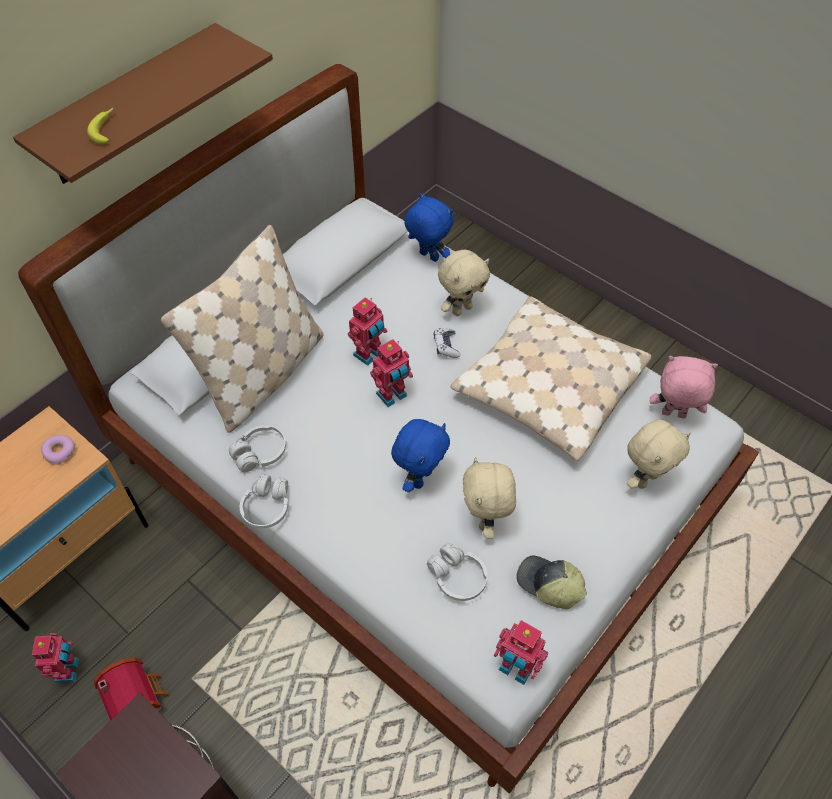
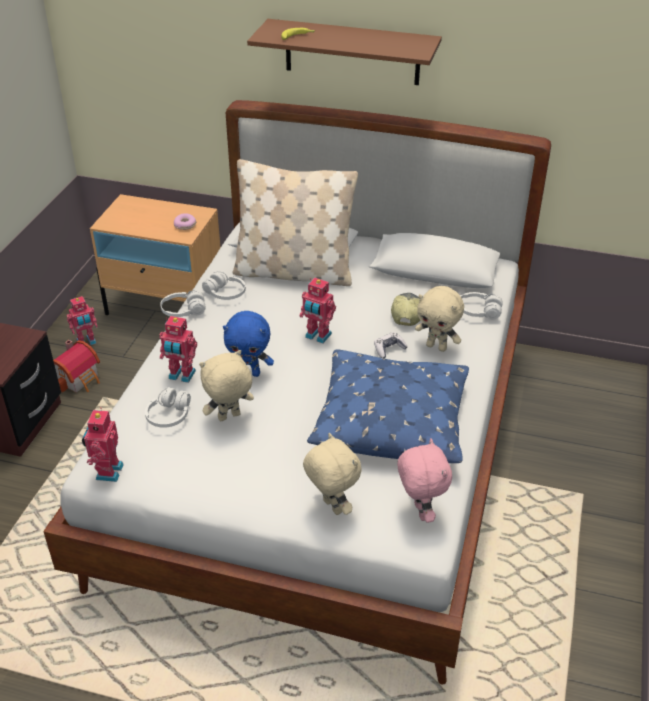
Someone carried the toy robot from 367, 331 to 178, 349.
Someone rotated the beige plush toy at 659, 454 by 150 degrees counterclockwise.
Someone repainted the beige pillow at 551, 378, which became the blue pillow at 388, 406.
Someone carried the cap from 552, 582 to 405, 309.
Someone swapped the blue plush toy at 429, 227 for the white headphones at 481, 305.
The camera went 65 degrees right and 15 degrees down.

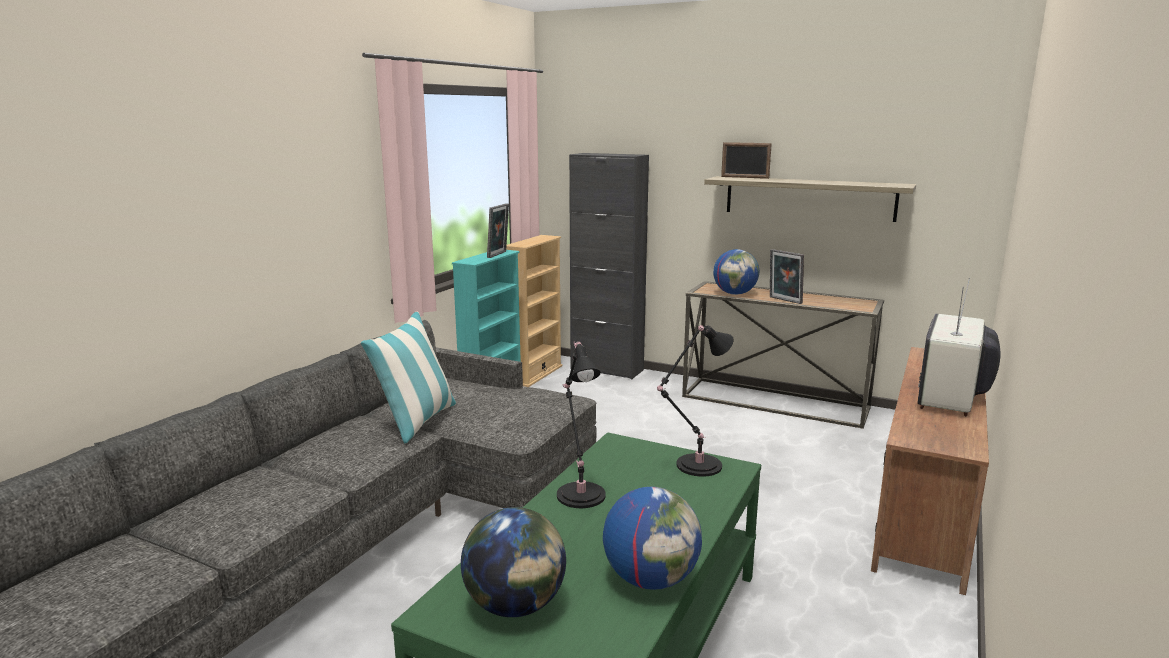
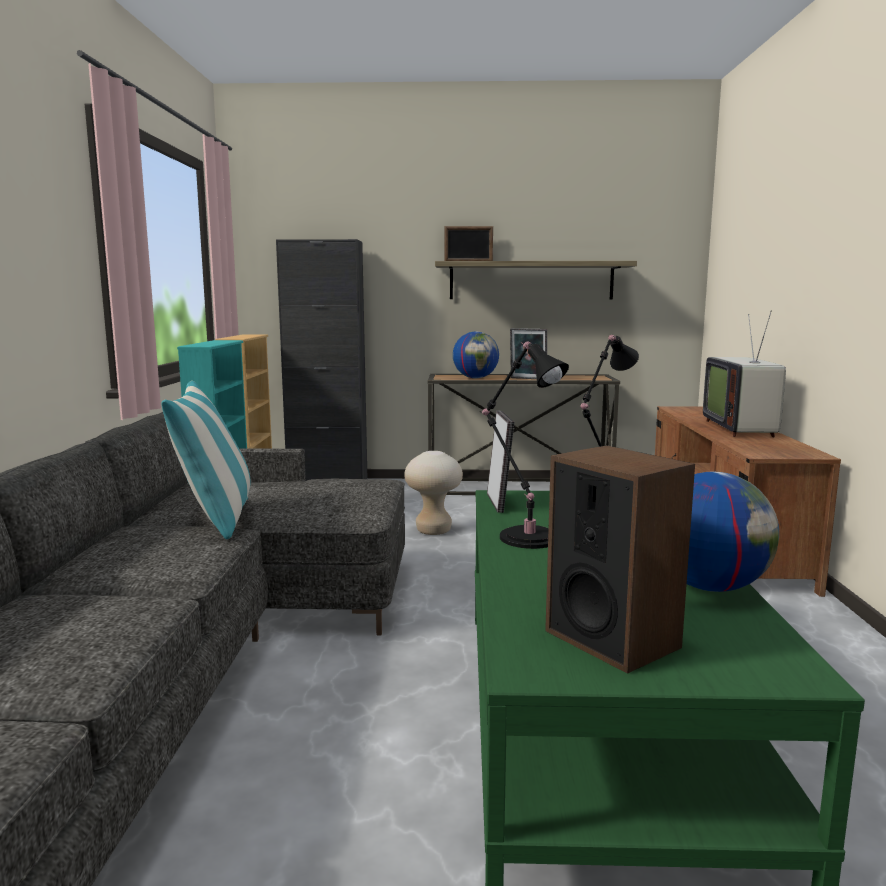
Someone put down the beige stool at 433, 493.
Someone carried the picture frame from 498, 230 to 500, 461.
Someone swapped the globe at 513, 562 for the speaker at 620, 559.
The camera went 25 degrees left and 5 degrees down.

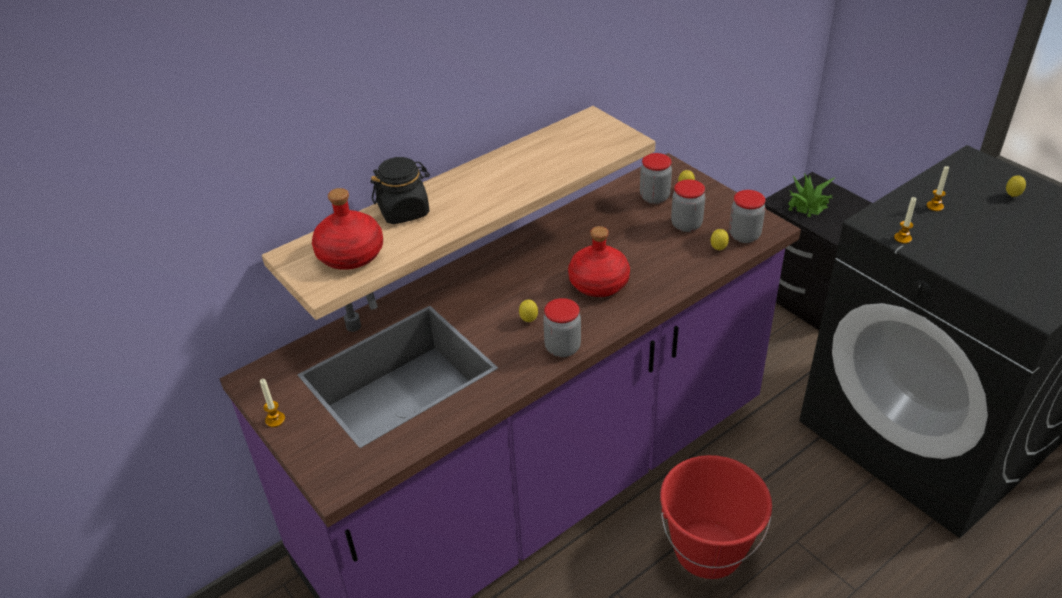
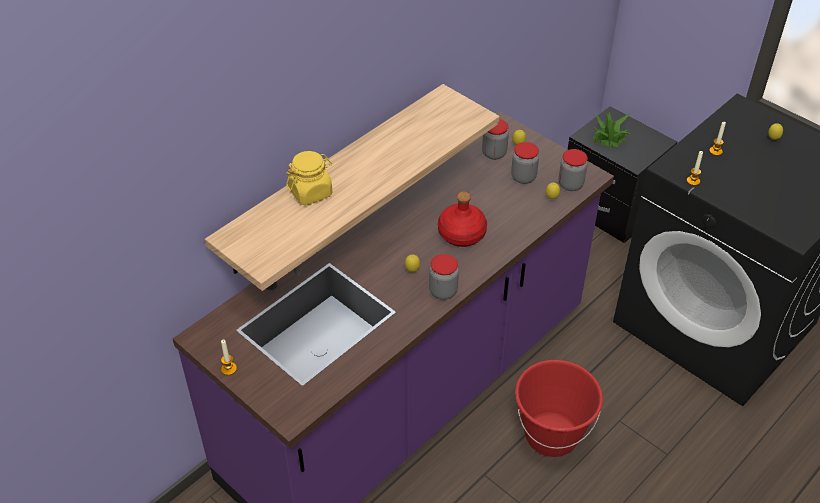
Someone repainted the black jar at 400, 190, which became the yellow jar at 309, 178.
Someone took away the red bottle at 347, 229.
The camera went 10 degrees left and 5 degrees up.

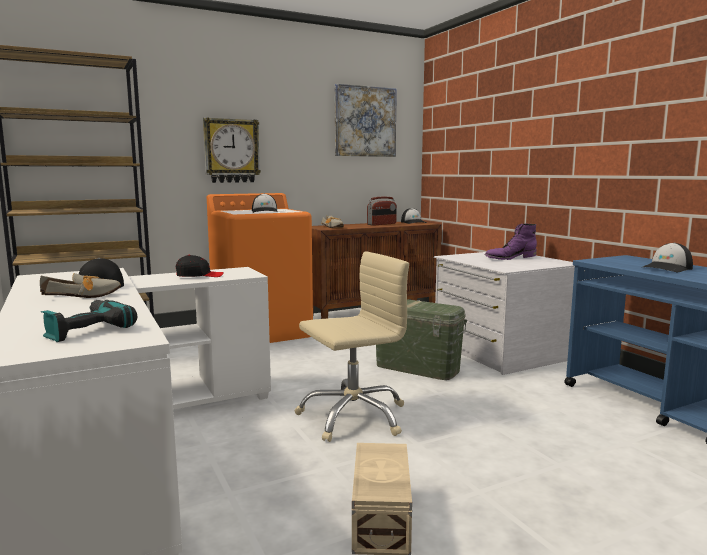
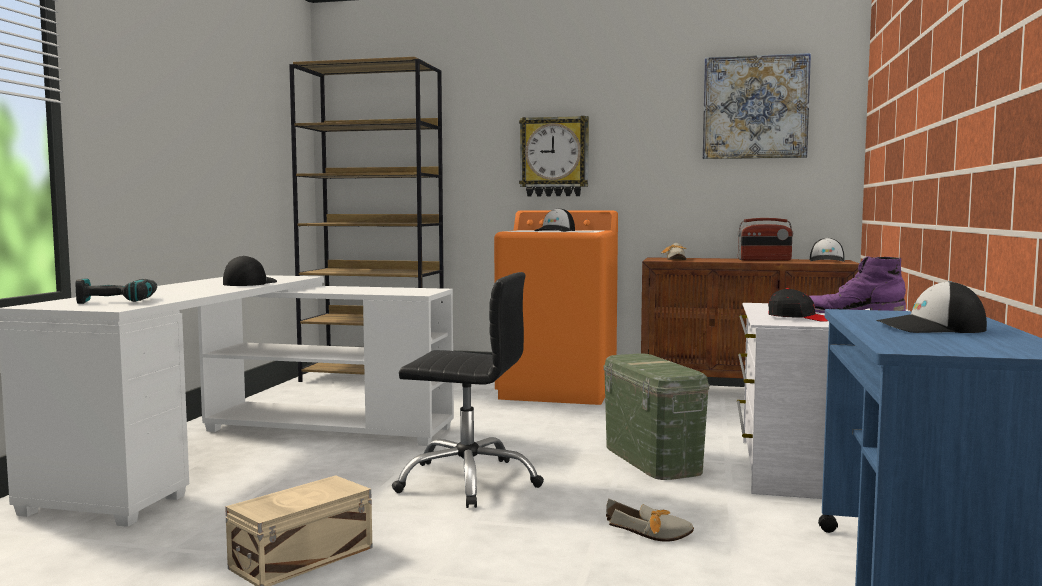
Someone repainted the beige office chair at 352, 347, which became the black office chair at 468, 390.
Someone carried the shoe from 80, 285 to 650, 520.
Someone carried the black cap from 200, 266 to 798, 305.
The camera went 40 degrees right and 5 degrees down.

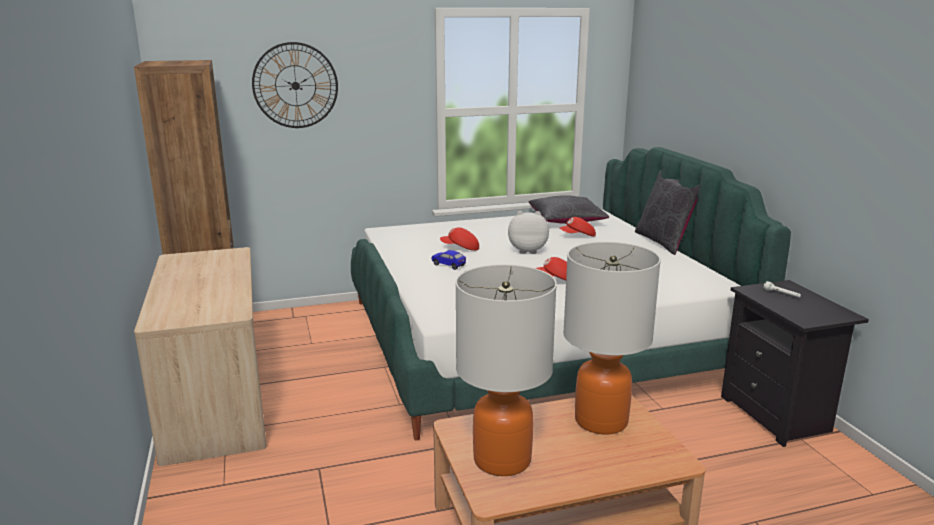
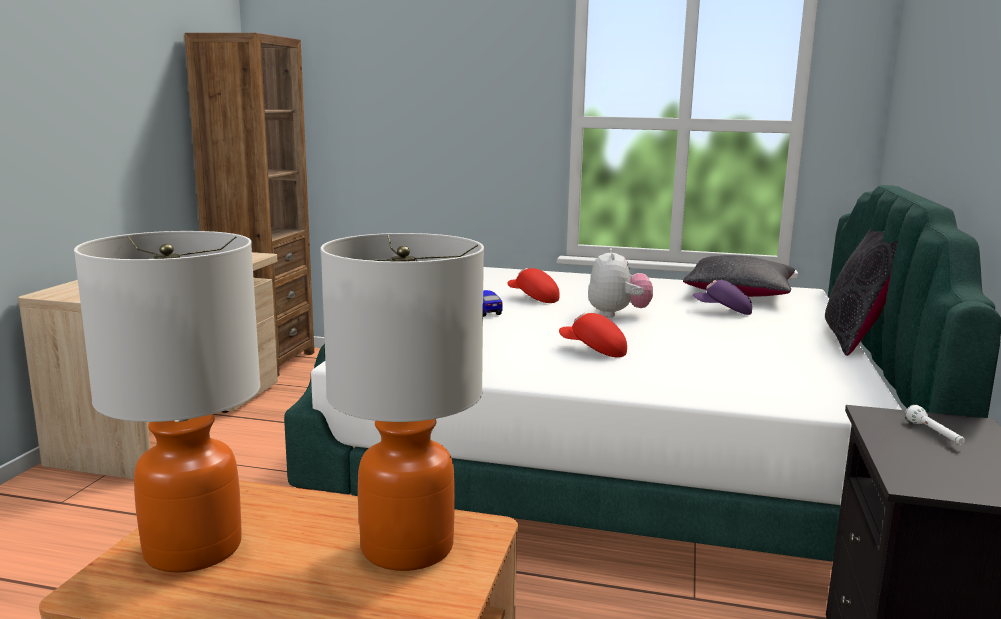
Someone rotated the plush toy at 528, 232 by 60 degrees clockwise.
Someone repainted the red cap at 578, 227, which became the purple cap at 722, 297.
Someone took away the wall clock at 295, 85.
The camera went 30 degrees right and 5 degrees down.

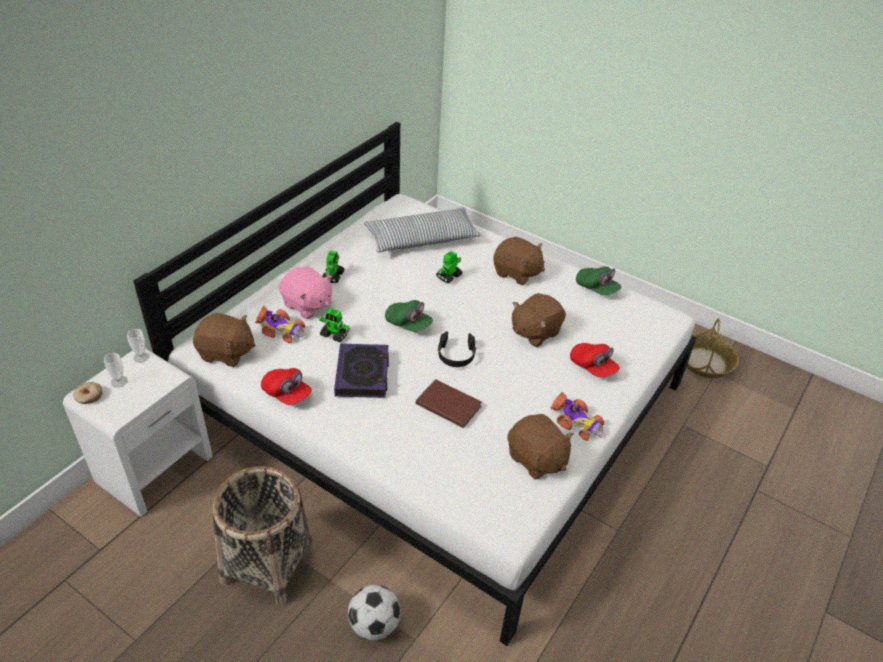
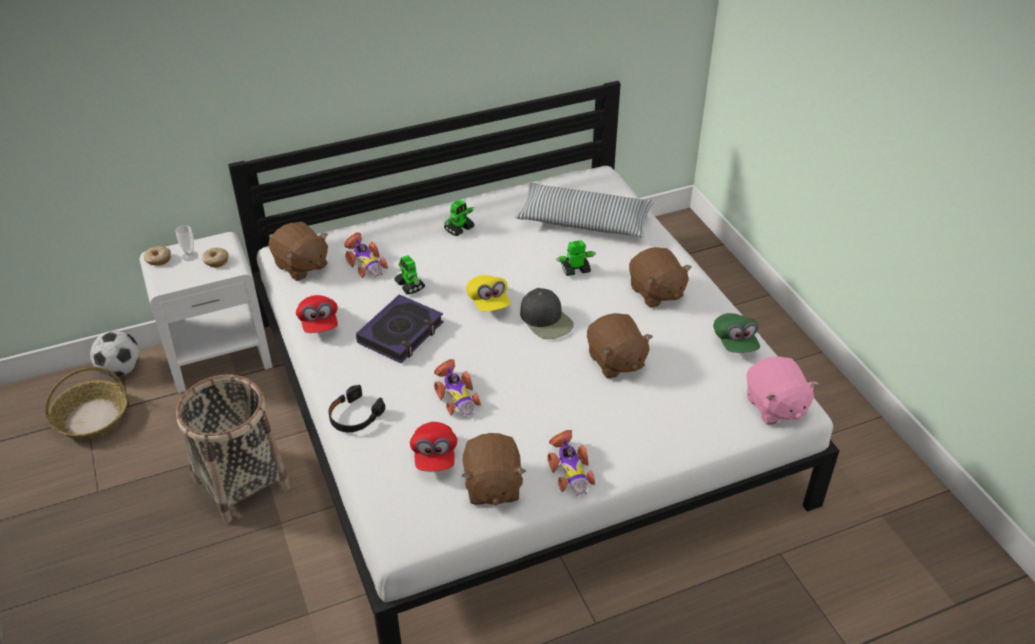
Someone carried the basket from 712, 348 to 86, 403.
Someone carried the football from 374, 613 to 115, 353.
Someone put down the donut at 215, 258.
Someone carried the black headphones from 457, 349 to 356, 408.
Someone carried the red cap from 595, 360 to 433, 447.
Someone swapped the brown book at 449, 403 for the toy car at 457, 388.
Someone repainted the green cap at 409, 316, which became the yellow cap at 488, 293.
Someone put down the black cap at 547, 313.
Someone rotated the brown plush toy at 539, 320 by 105 degrees counterclockwise.
Someone carried the pink plush toy from 305, 292 to 782, 390.
Someone took away the cup at 138, 346.
The camera went 35 degrees right and 0 degrees up.

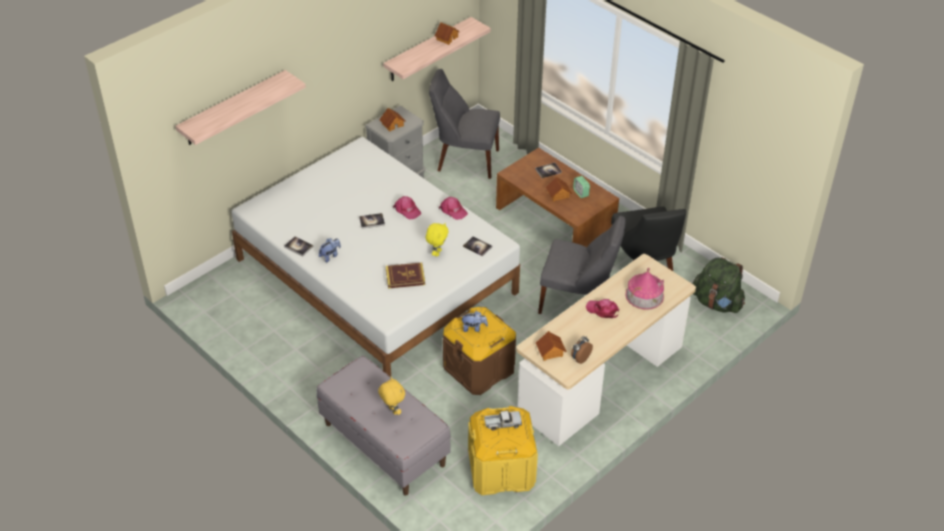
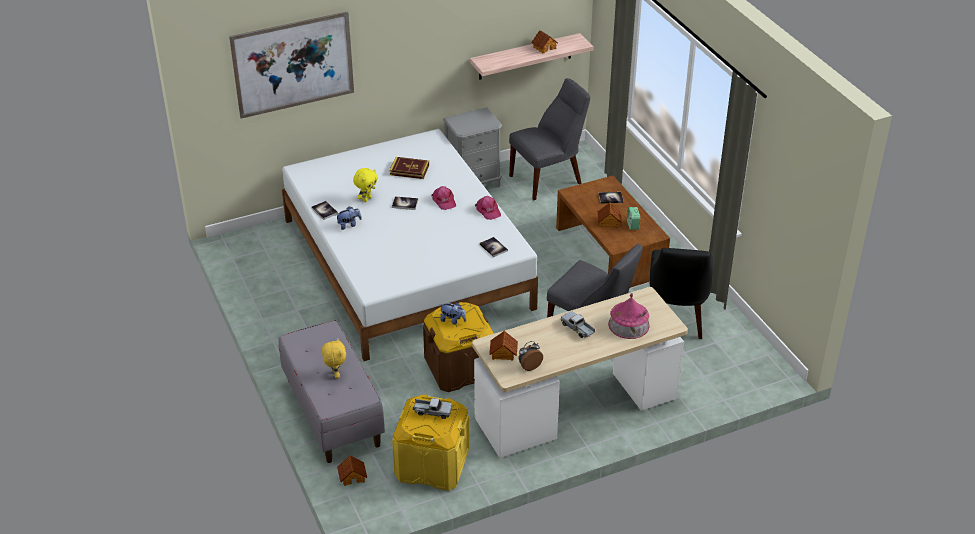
Someone swapped the shelf at 240, 107 for the picture at 291, 65.
Someone carried the toy house from 392, 119 to 352, 470.
Someone carried the yellow plush toy from 437, 239 to 365, 185.
Someone carried the book from 405, 276 to 409, 168.
Someone rotated the grey chair at 464, 124 by 120 degrees clockwise.
Someone swapped the pink cap at 602, 308 for the toy truck at 578, 324.
Someone took away the green backpack at 719, 285.
The camera went 20 degrees right and 5 degrees down.

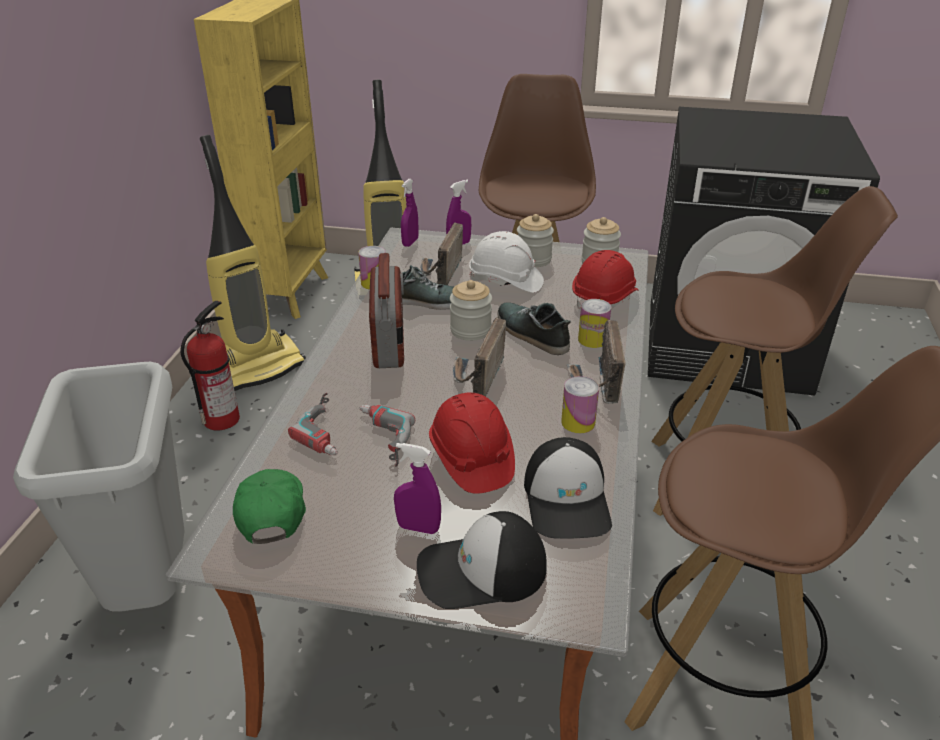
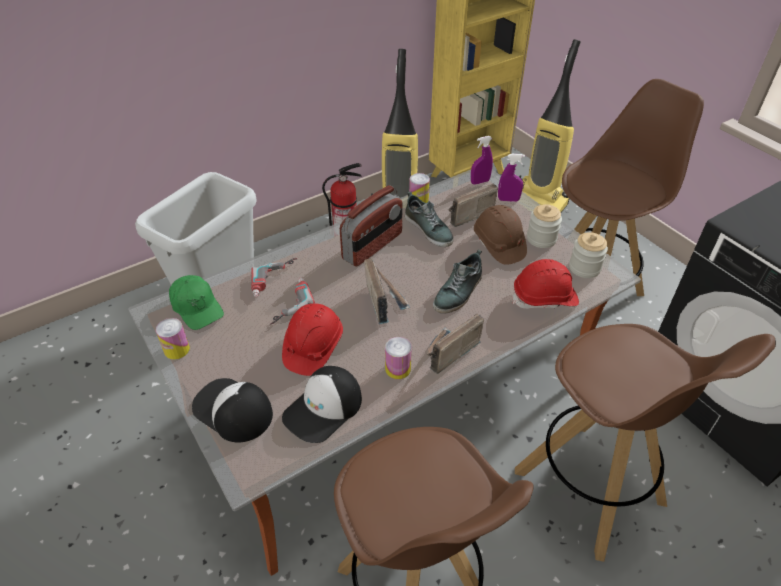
Someone carried the can from 594, 323 to 173, 339.
Someone rotated the green cap at 269, 506 by 105 degrees clockwise.
Someone rotated the radio at 479, 357 by 105 degrees clockwise.
Someone rotated the shoe at 534, 328 by 150 degrees counterclockwise.
Someone repainted the white hard hat at 506, 262, which became the brown hard hat at 500, 235.
Someone took away the purple spray bottle at 417, 488.
Someone took away the jar at 471, 310.
The camera went 45 degrees right and 10 degrees up.

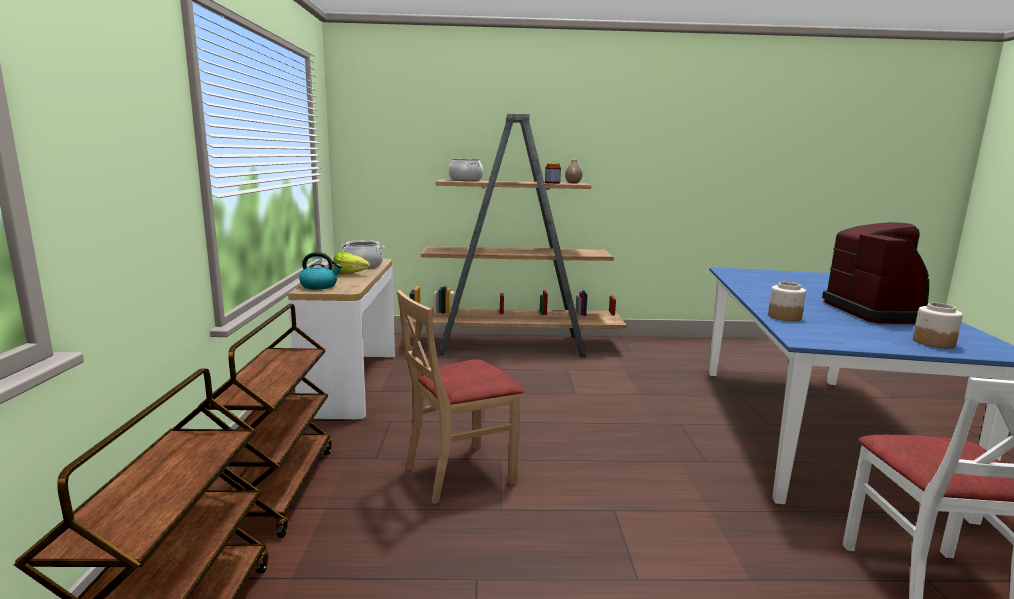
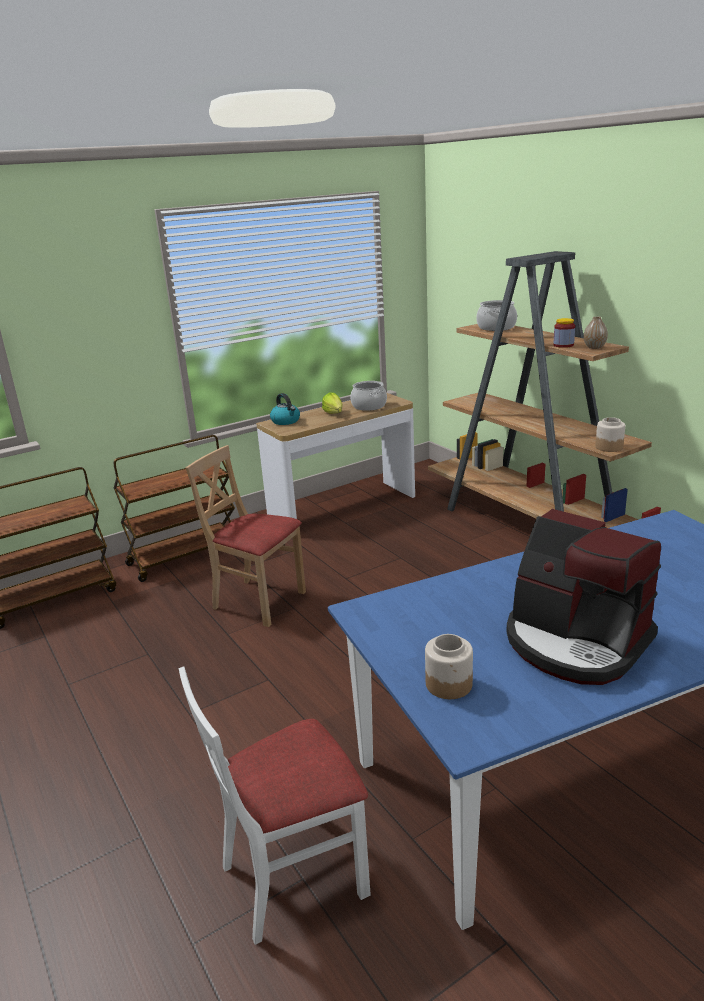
Someone rotated the coffee machine at 875, 273 by 75 degrees clockwise.
Someone carried the jar from 787, 301 to 610, 434.
The camera went 60 degrees right and 10 degrees up.

